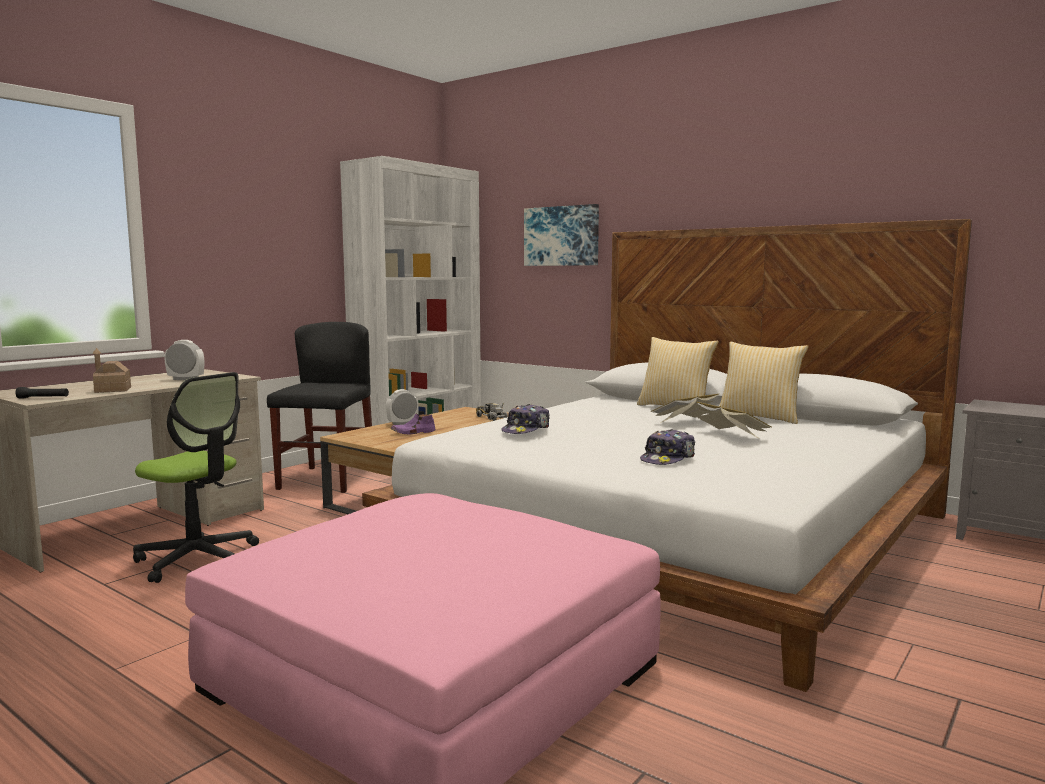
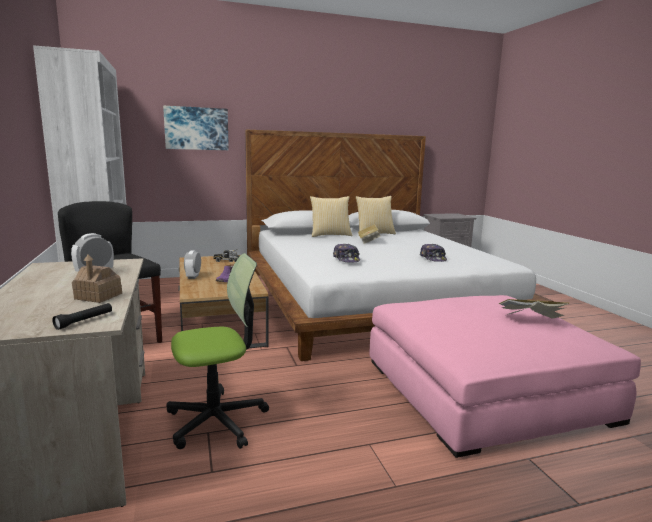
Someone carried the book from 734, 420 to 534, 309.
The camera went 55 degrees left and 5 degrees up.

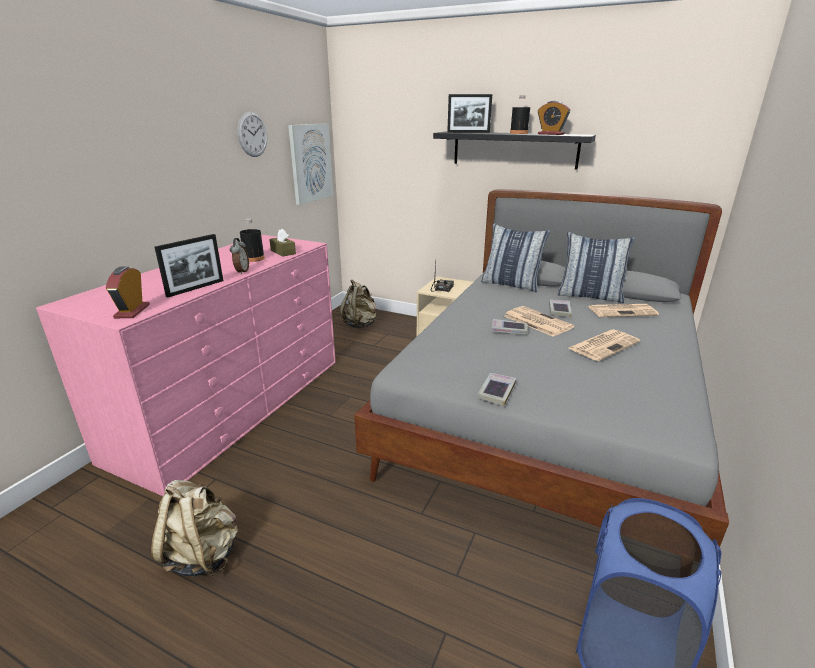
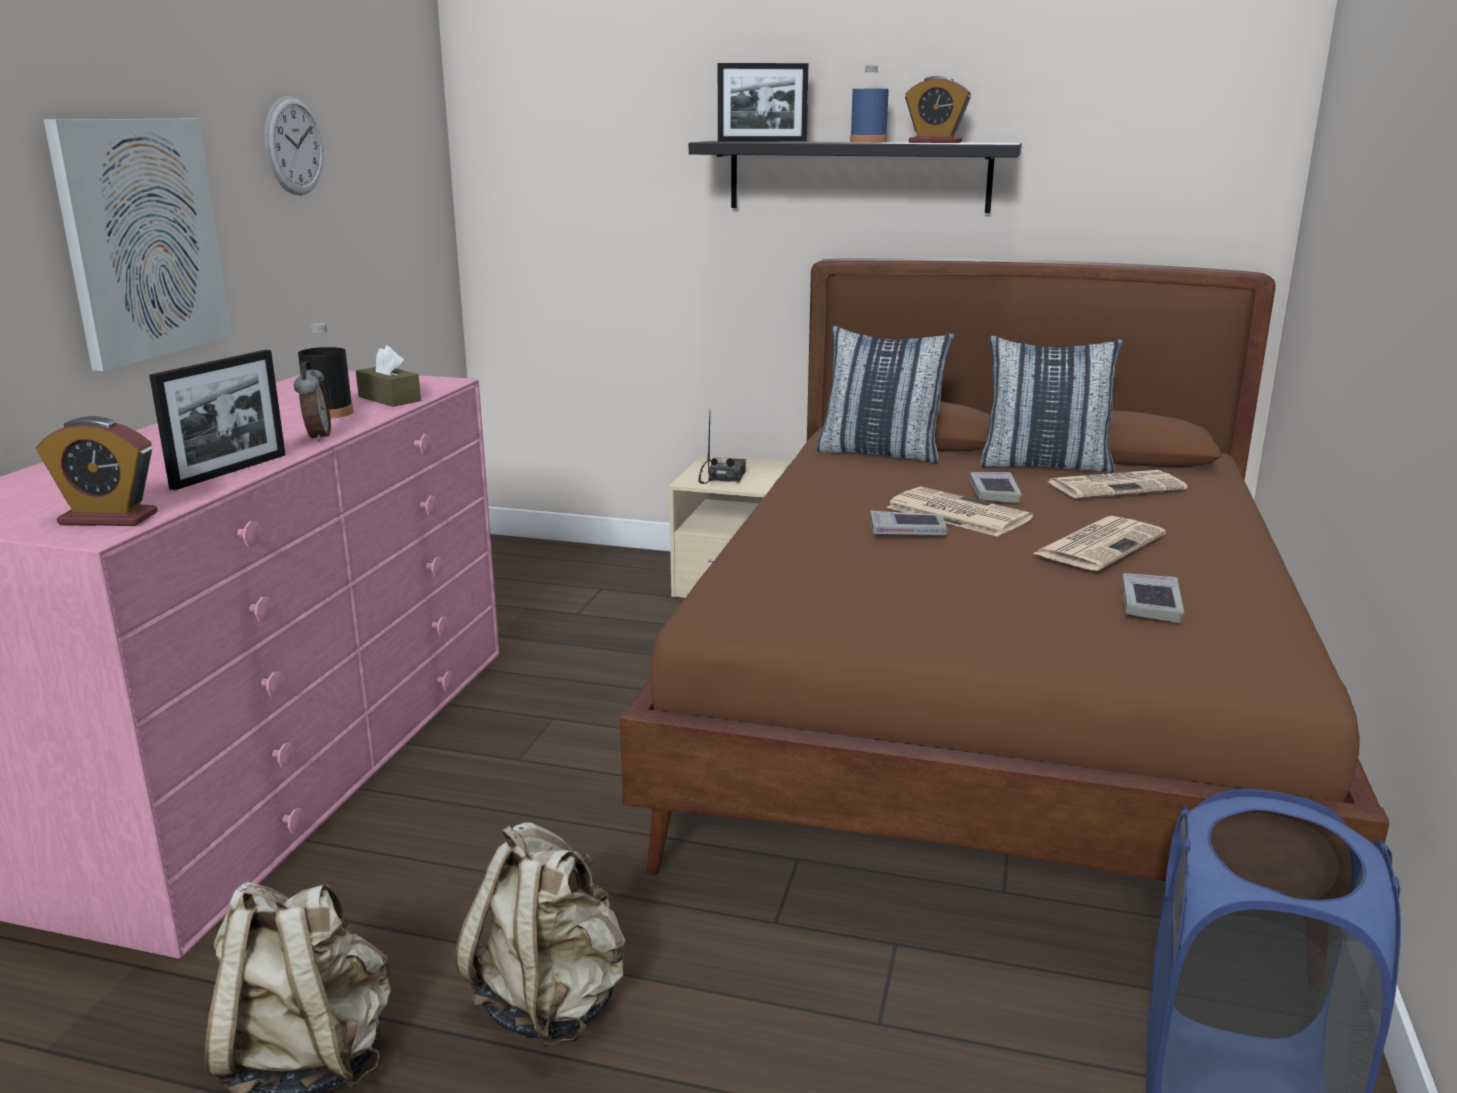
Someone rotated the alarm clock at 128, 292 by 75 degrees counterclockwise.
Someone carried the picture from 310, 164 to 138, 245.
Someone carried the beige backpack from 358, 304 to 540, 934.
Someone repainted the grey bed at 541, 369, which became the brown bed at 1004, 569.
Someone repainted the black bottle at 520, 115, which became the blue bottle at 869, 104.
Someone carried the book from 496, 389 to 1152, 598.
The camera went 10 degrees left and 5 degrees down.

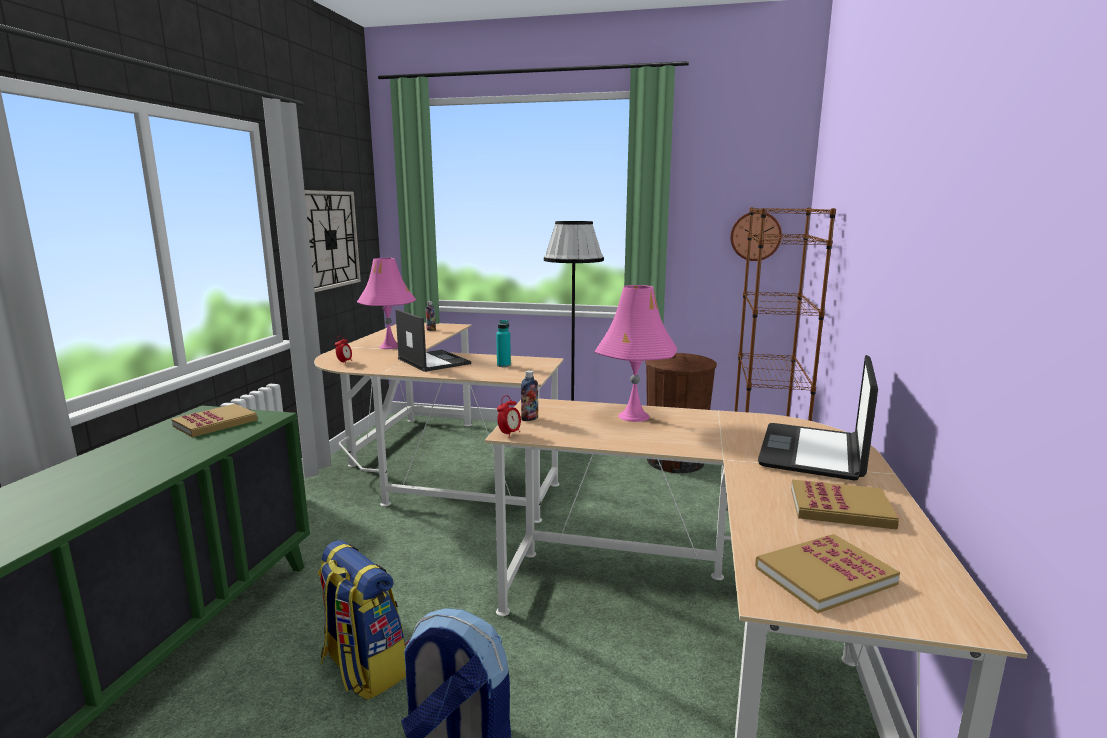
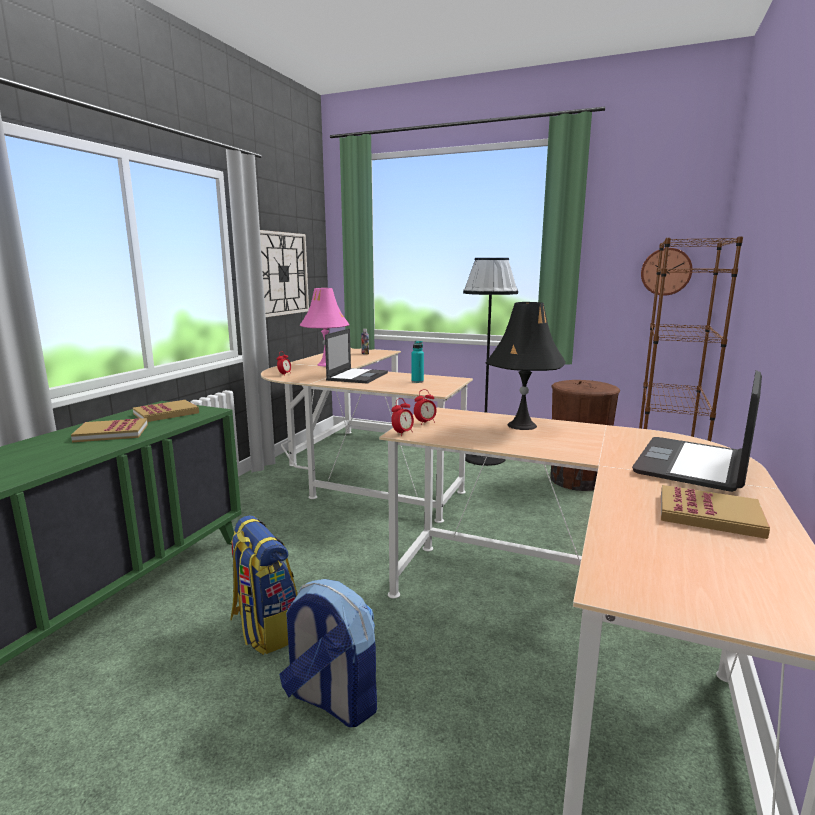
Someone carried the book from 827, 573 to 109, 430.
Someone rotated the laptop at 433, 340 by 45 degrees clockwise.
Someone swapped the bottle at 529, 396 for the alarm clock at 425, 407.
Someone repainted the pink table lamp at 635, 353, which became the black table lamp at 526, 366.
The camera went 10 degrees right and 0 degrees up.

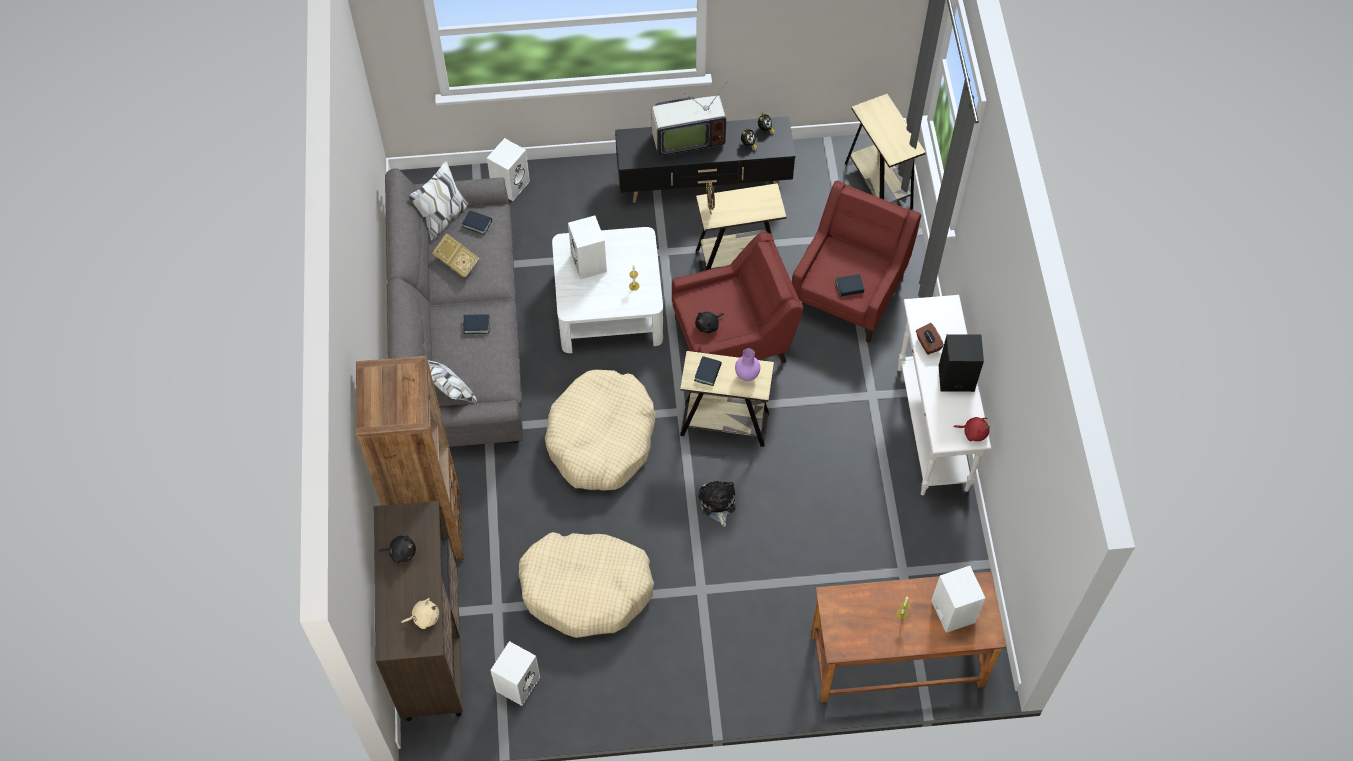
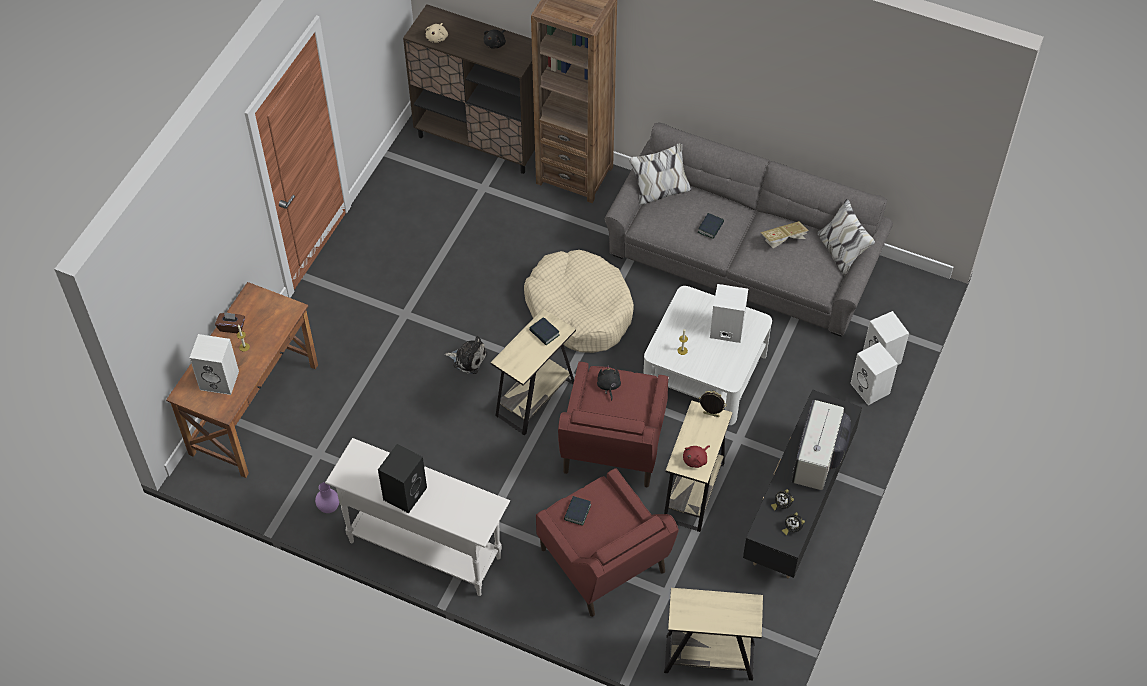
Someone carried the brown tissue box from 930, 339 to 230, 322.
Someone carried the purple vase from 747, 364 to 327, 497.
Someone carried the red plush toy from 971, 429 to 696, 457.
Someone carried the white speaker from 515, 673 to 874, 373.
Someone took away the book at 477, 222.
Someone took away the beige dog bed at 586, 585.
The camera went 120 degrees right and 5 degrees down.

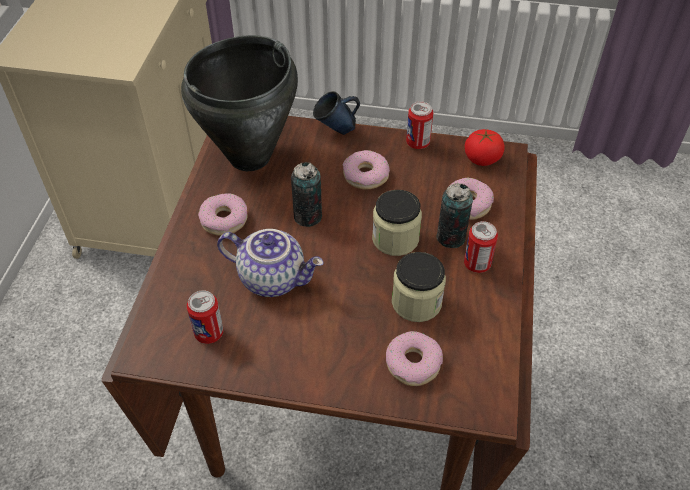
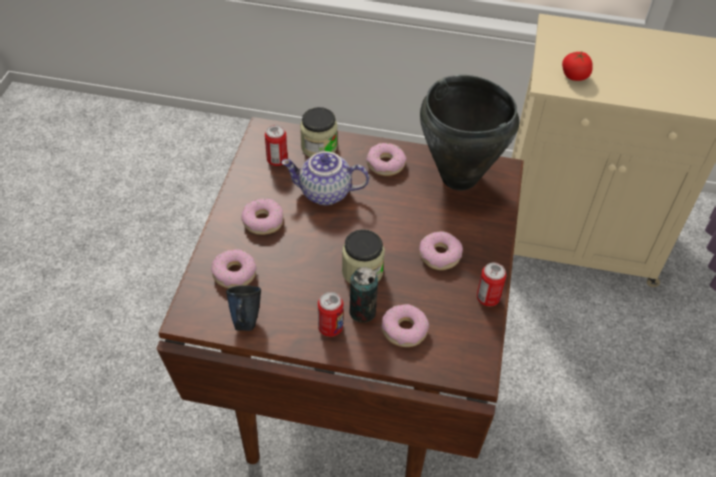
Someone carried the blue mug from 336, 113 to 243, 308.
Someone put down the donut at 262, 216.
Someone rotated the teapot at 270, 263 by 75 degrees clockwise.
Someone carried the jar from 419, 287 to 319, 132.
Someone carried the tomato from 484, 147 to 577, 66.
Someone took away the can at 306, 194.
The camera went 90 degrees right and 0 degrees up.

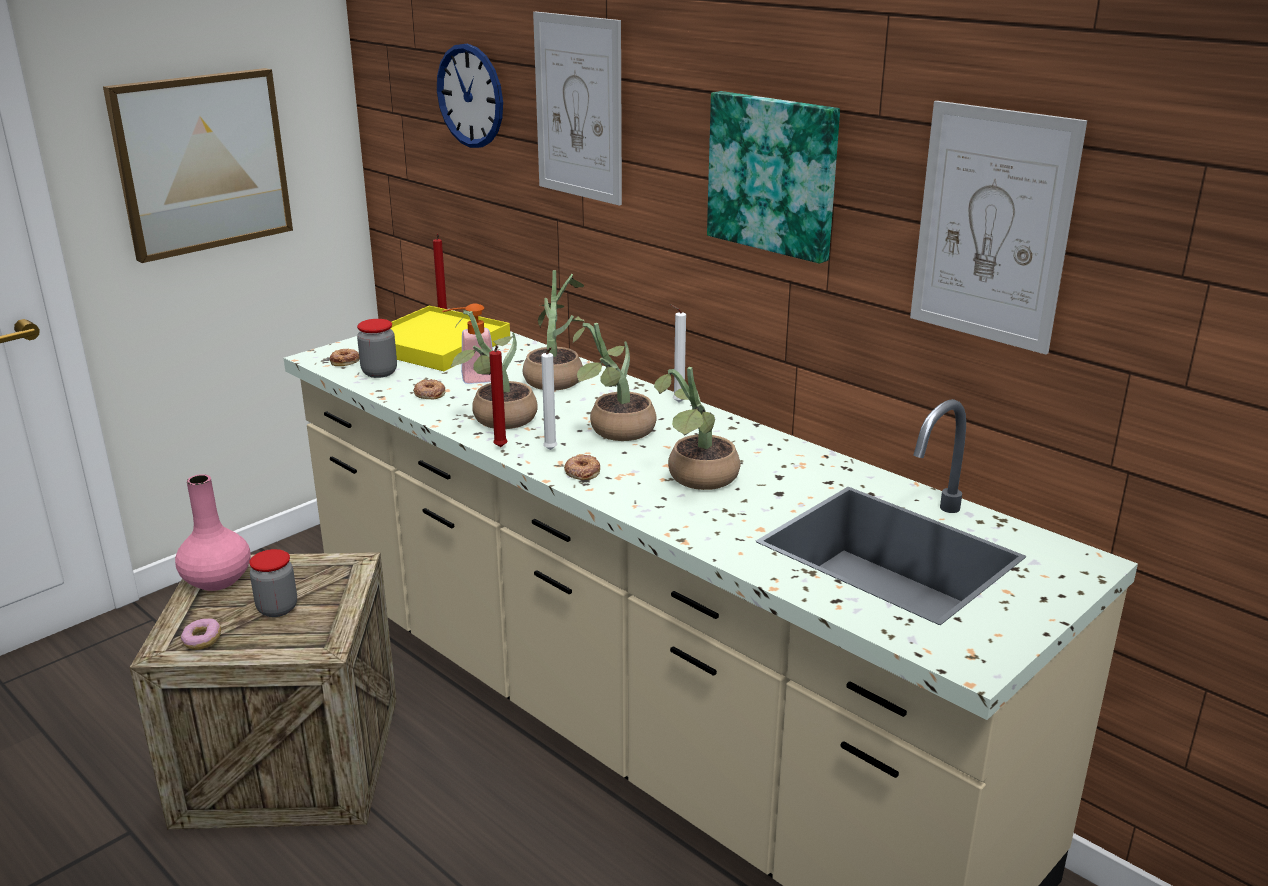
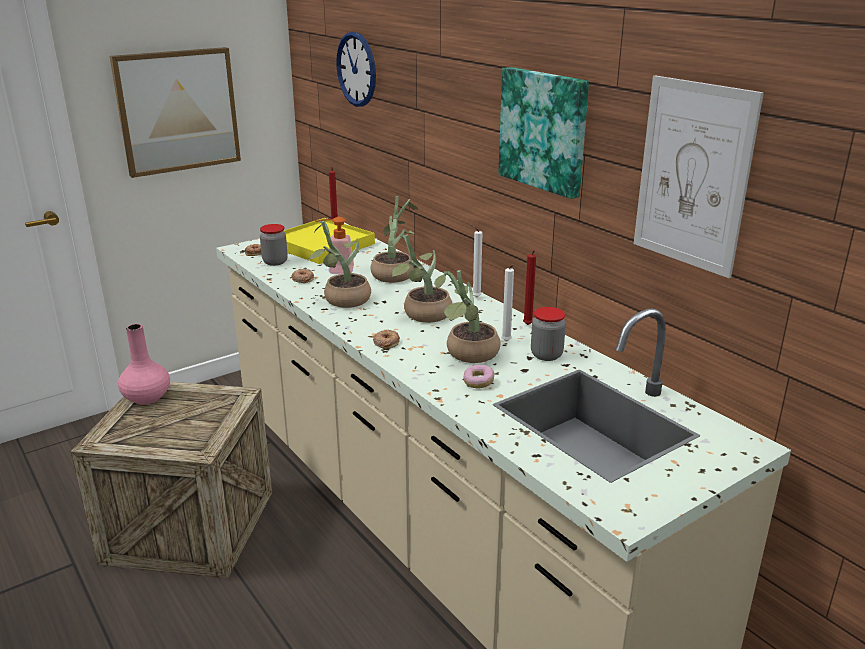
Someone carried the donut from 201, 634 to 478, 377.
Someone carried the white candle from 549, 398 to 507, 303.
Someone carried the red candle from 498, 396 to 529, 287.
Someone carried the jar from 273, 583 to 548, 334.
Someone took away the picture at 577, 108.
The camera went 10 degrees right and 0 degrees up.

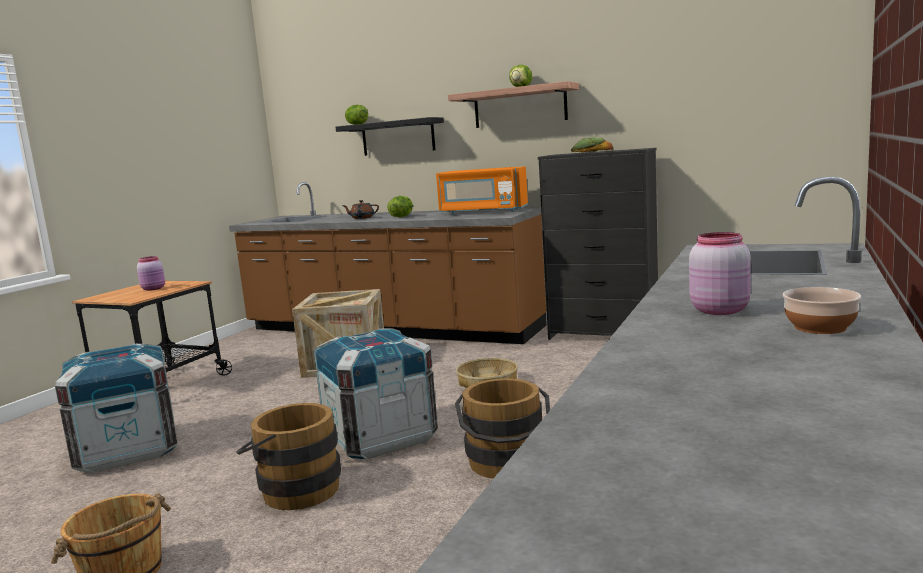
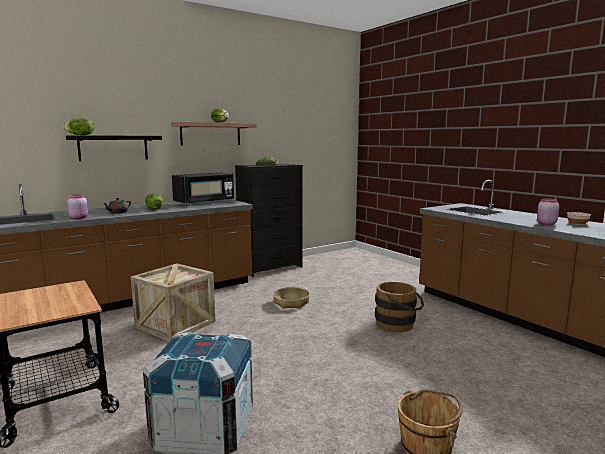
Someone carried the pink jar from 151, 273 to 77, 206.
Someone repainted the orange microwave at 482, 190, which became the black microwave at 203, 188.
Someone took away the brown bucket at 288, 456.
Someone took away the crate at 376, 393.
The camera went 60 degrees left and 0 degrees up.

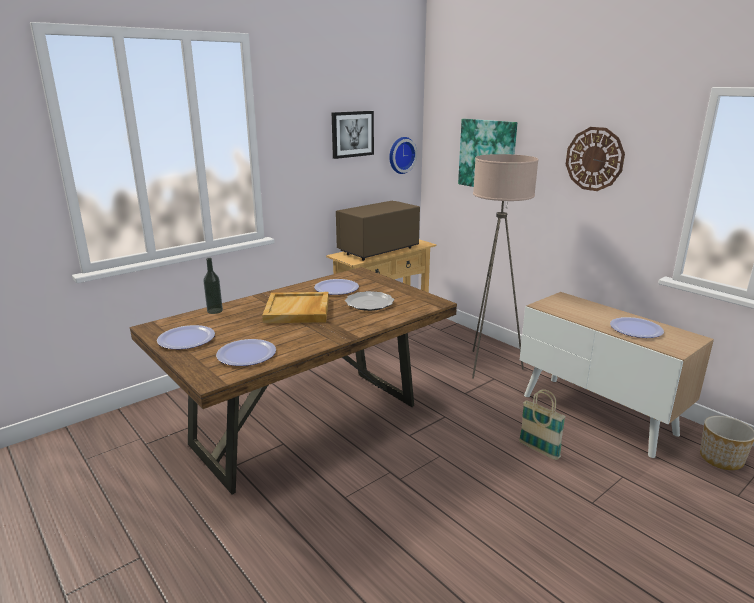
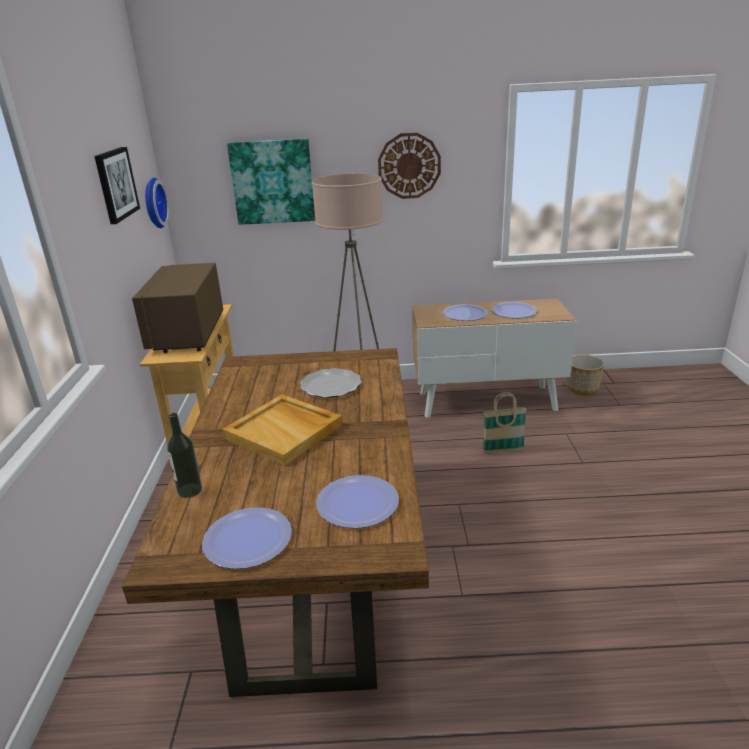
Someone carried the plate from 336, 287 to 465, 312.
The camera went 50 degrees left and 5 degrees up.

